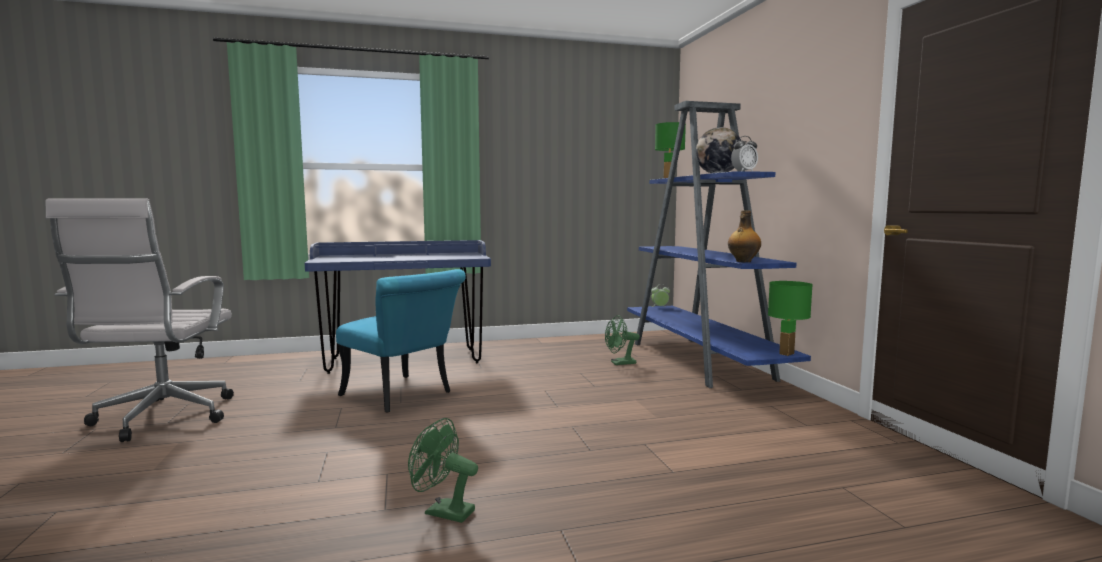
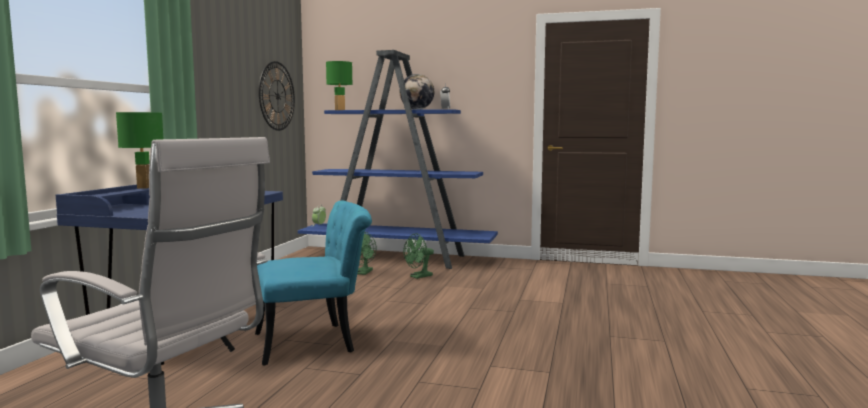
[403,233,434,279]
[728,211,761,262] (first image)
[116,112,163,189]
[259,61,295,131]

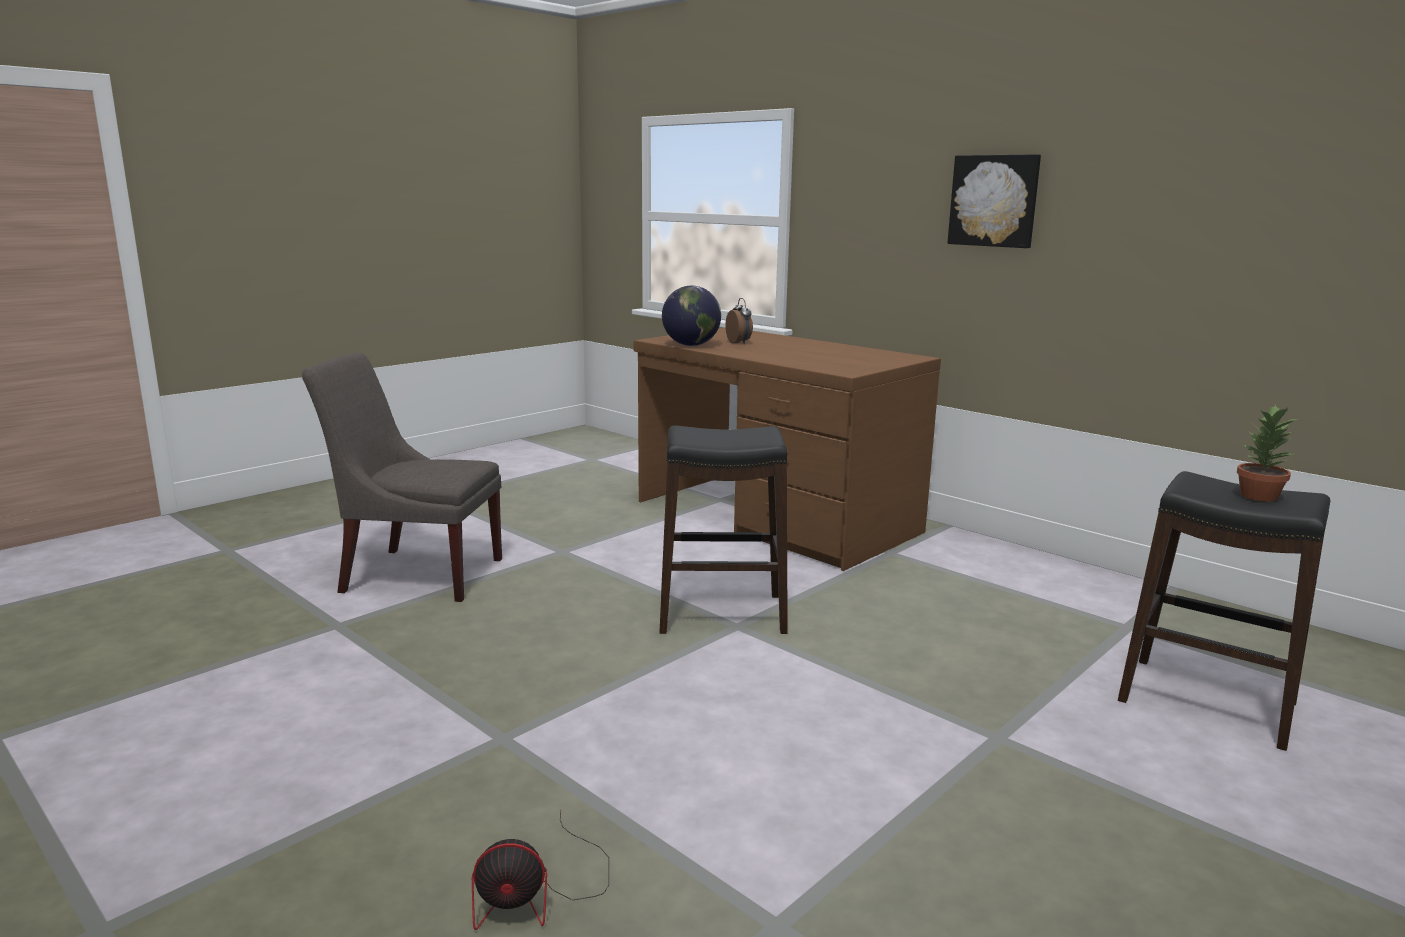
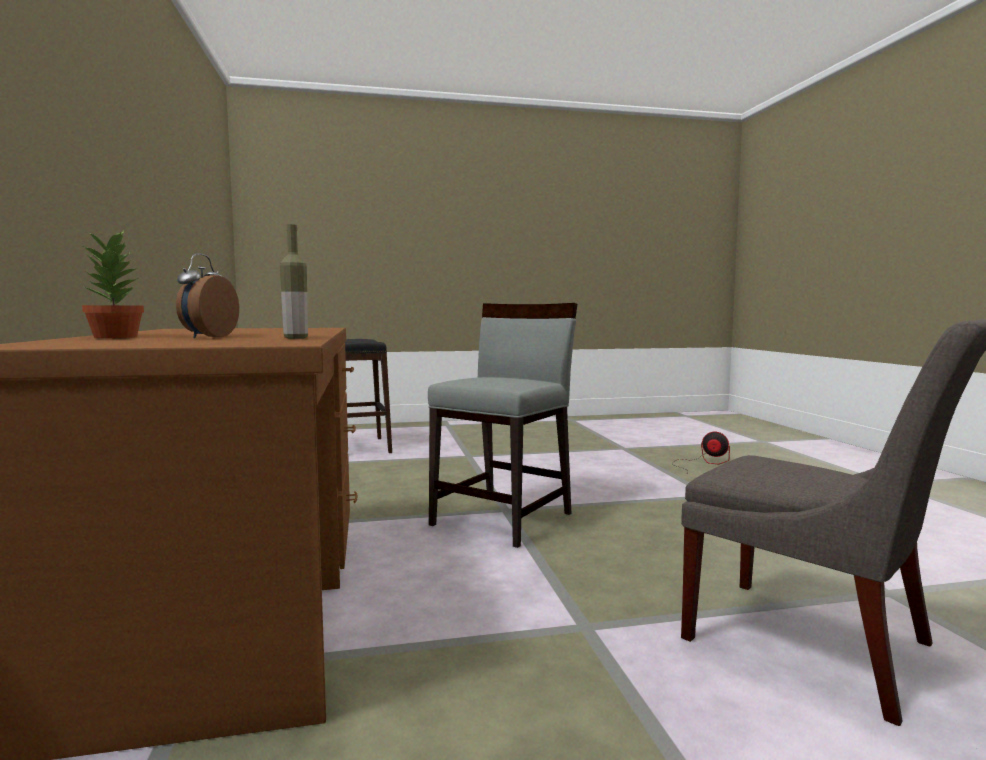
[428,303,577,548]
[280,224,308,339]
[947,154,1041,248] (first image)
[80,231,144,338]

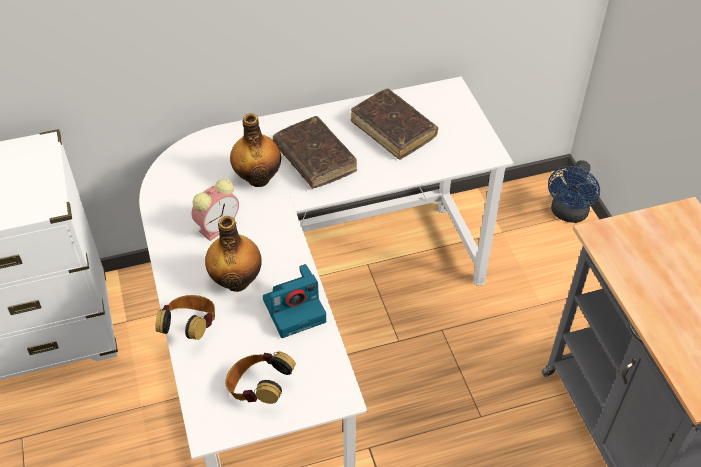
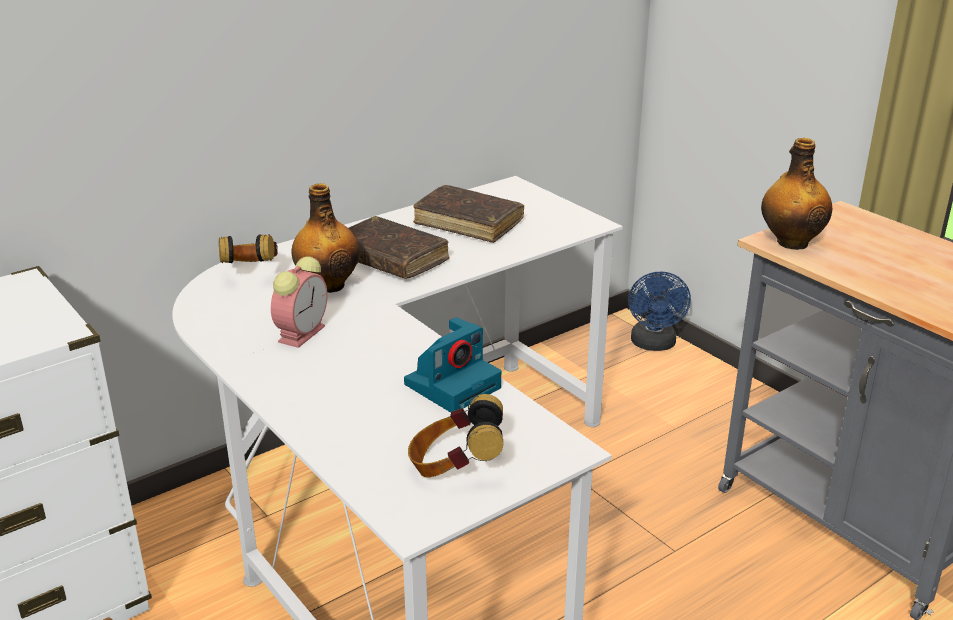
[219,234,278,264]
[761,138,832,250]

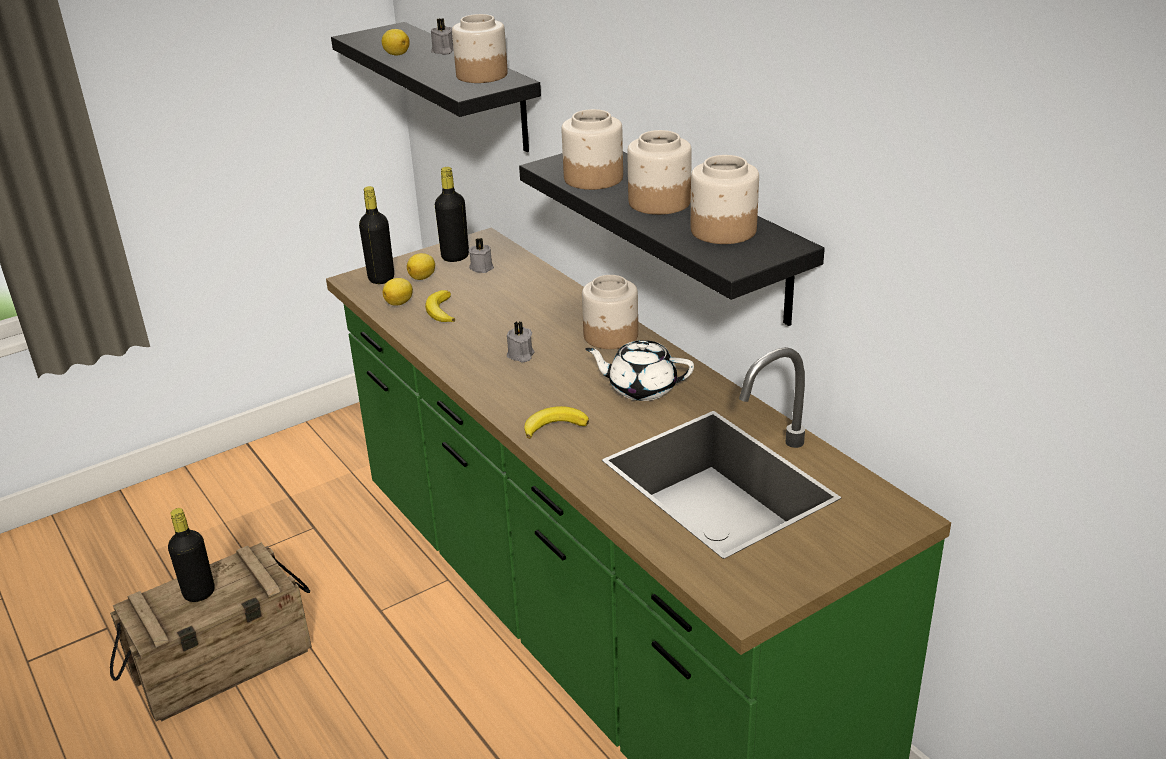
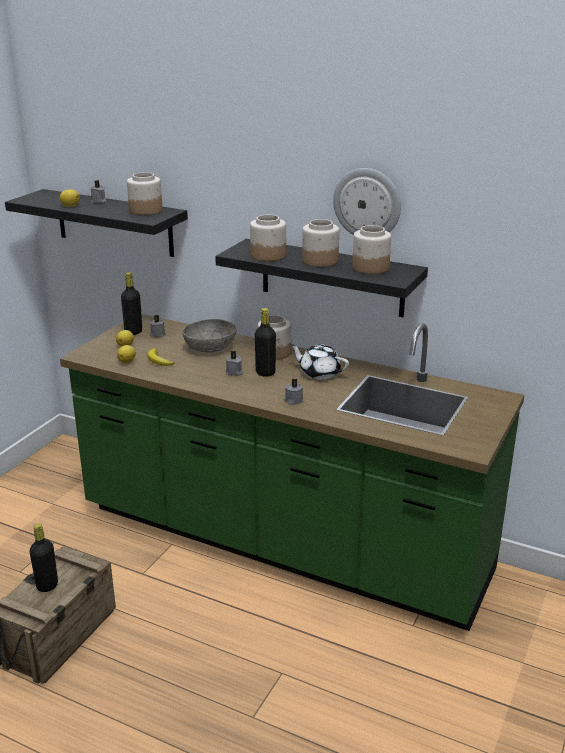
[255,308,276,377]
[284,379,304,405]
[290,344,349,380]
[182,319,237,353]
[333,168,401,235]

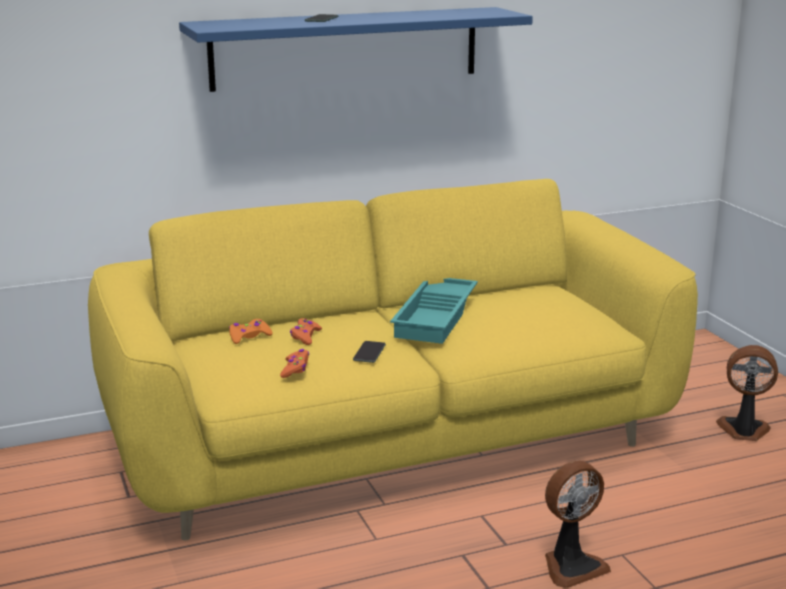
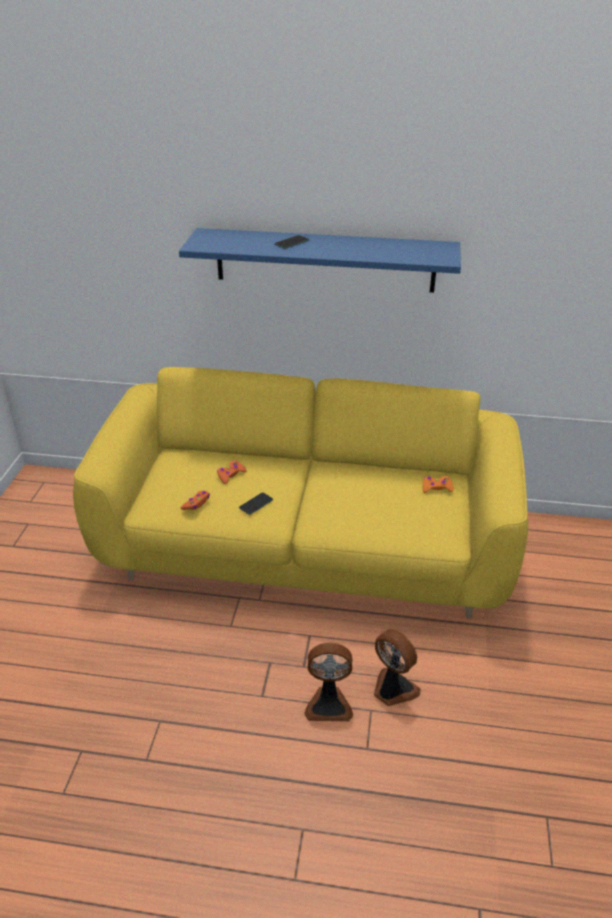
[423,476,454,493]
[390,278,478,344] (first image)
[374,629,421,706]

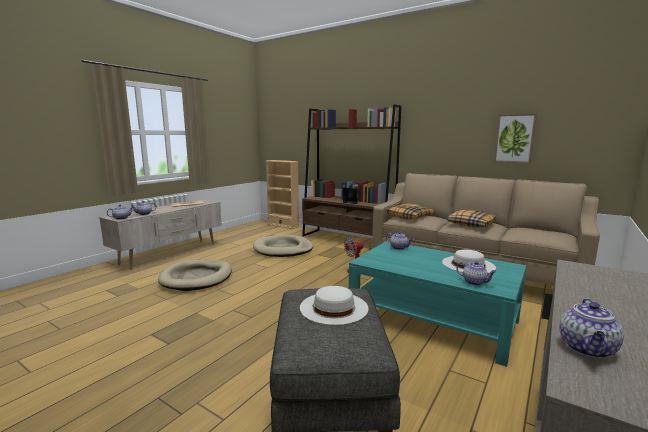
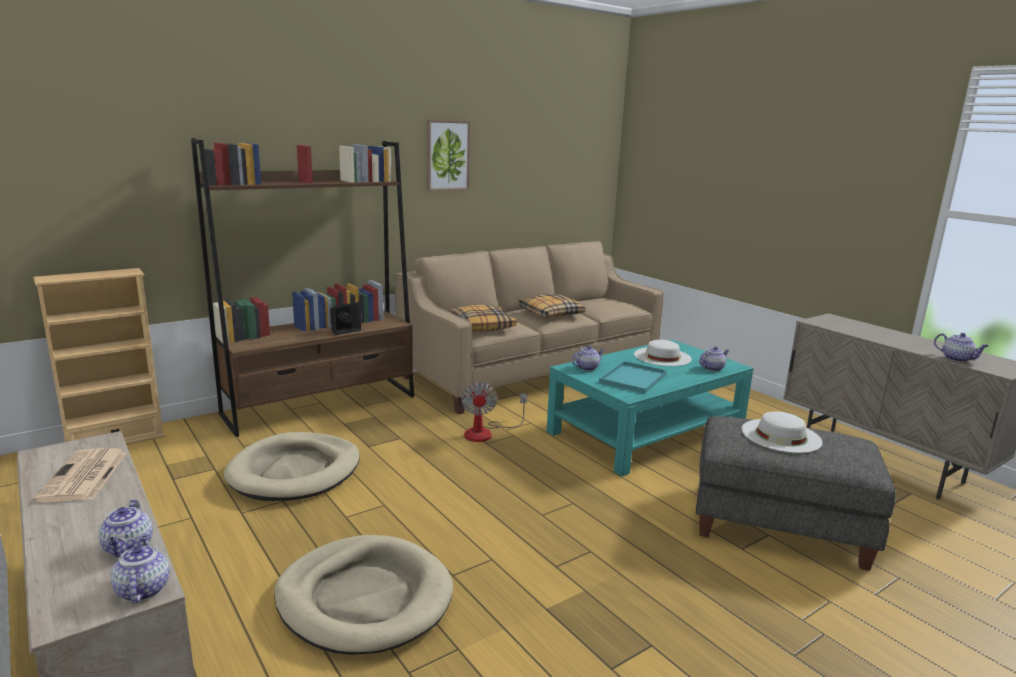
[427,119,471,192]
[599,361,667,394]

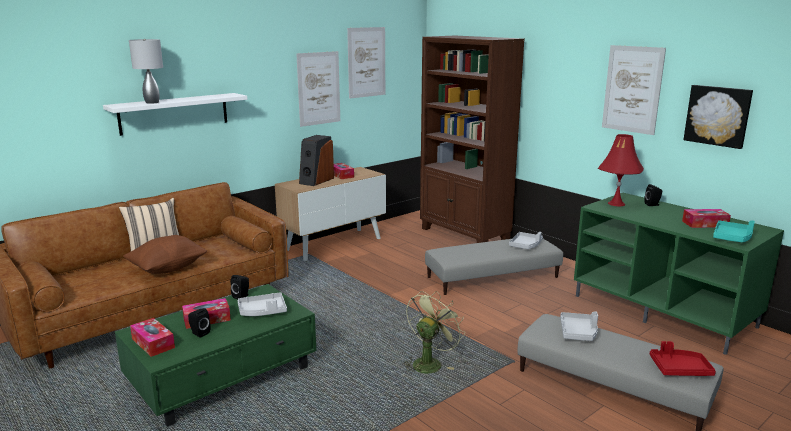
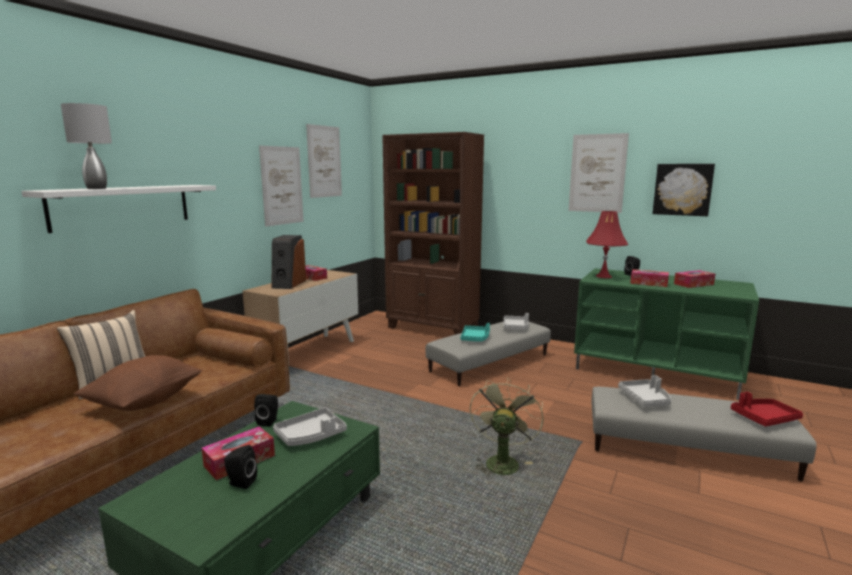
[630,269,669,287]
[461,323,490,342]

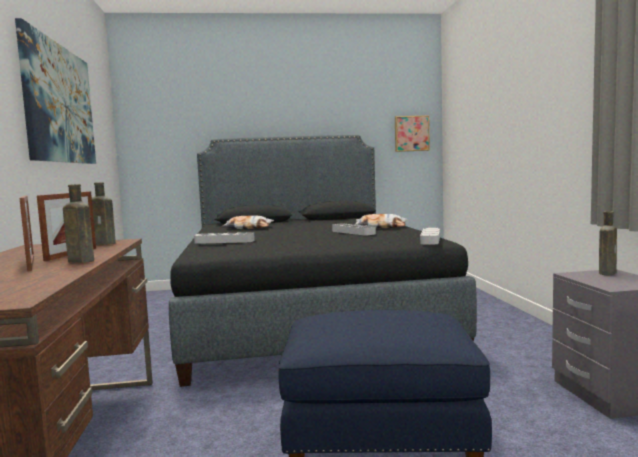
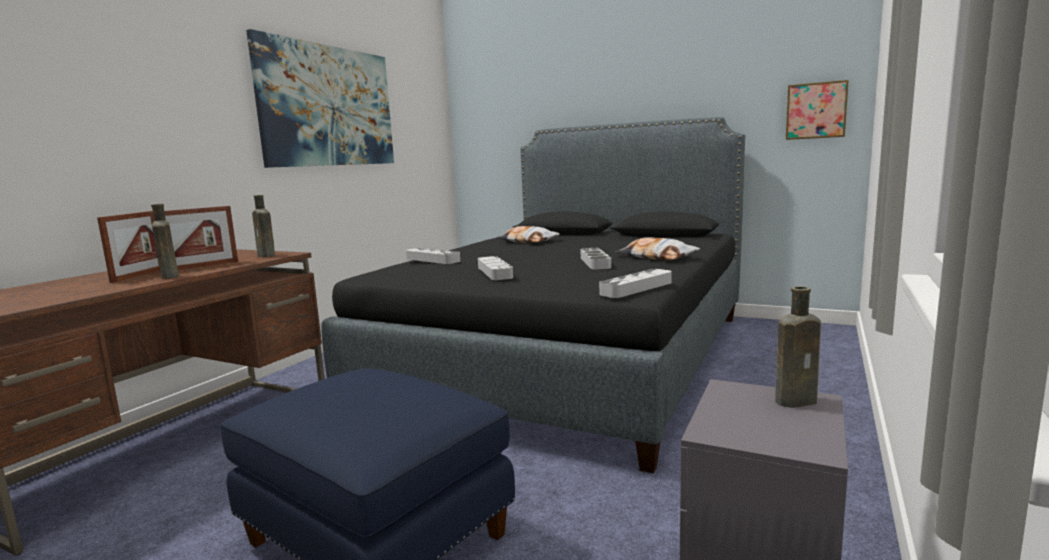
[478,256,513,280]

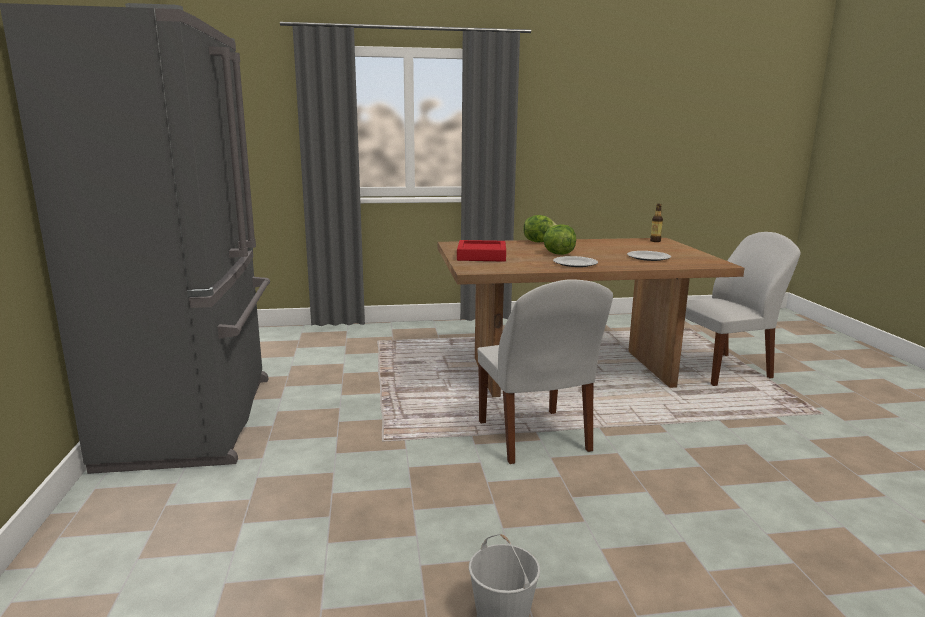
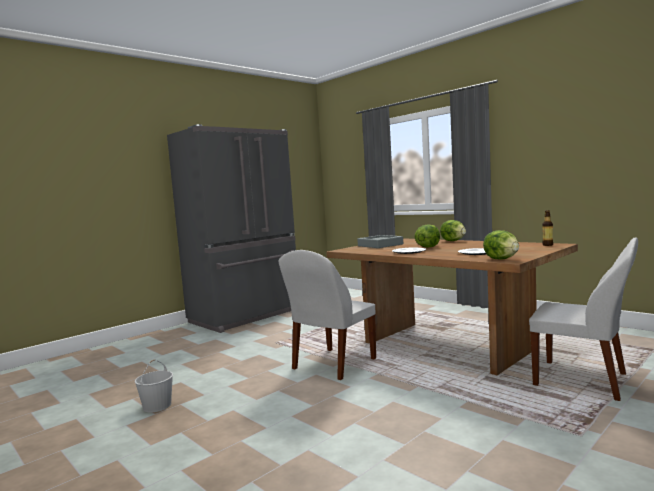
[357,235,403,248]
[483,230,519,259]

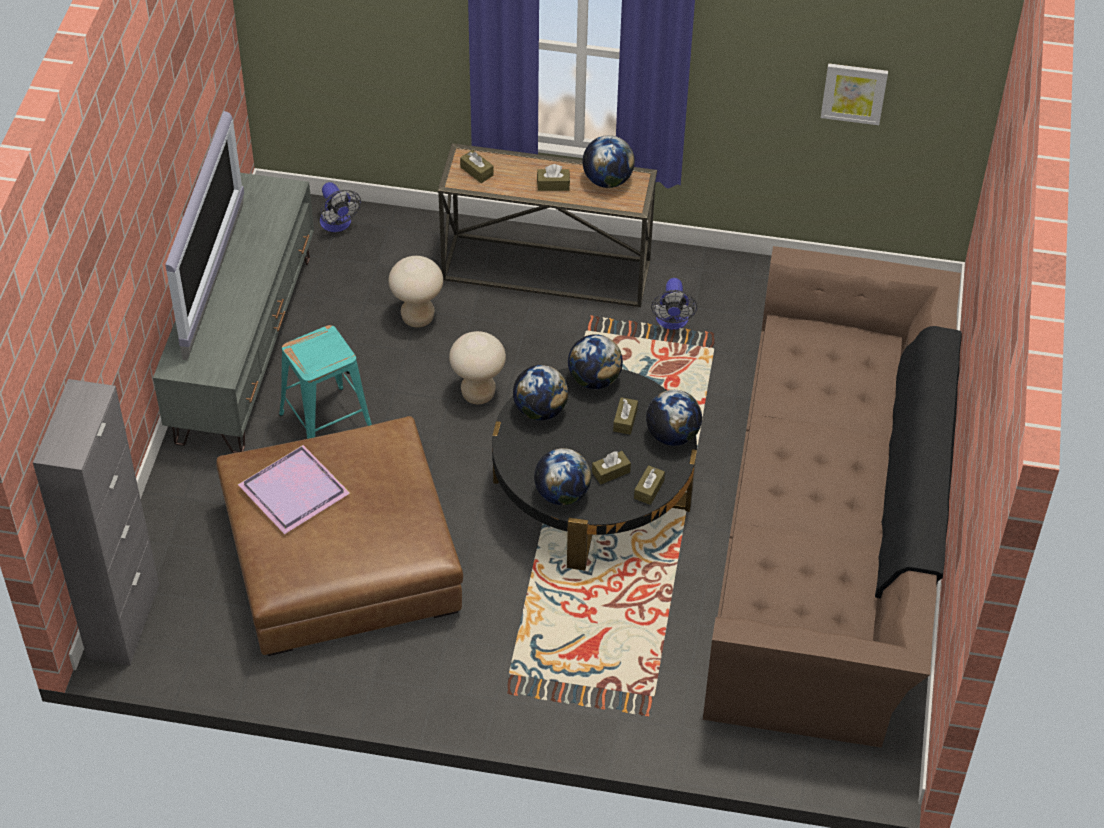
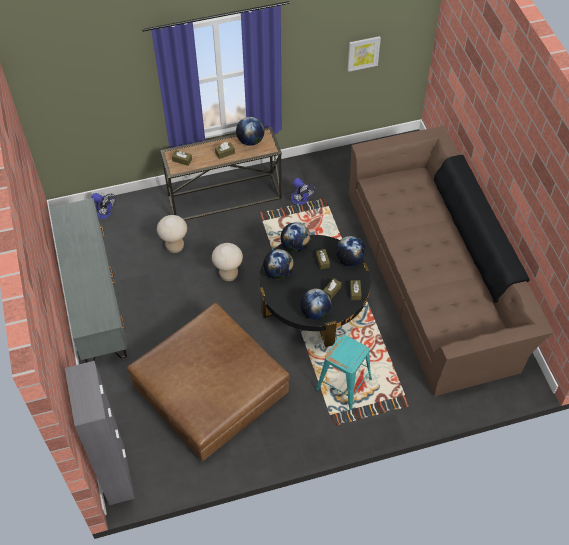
[165,111,244,360] (first image)
[238,445,350,534] (first image)
[316,334,372,410]

